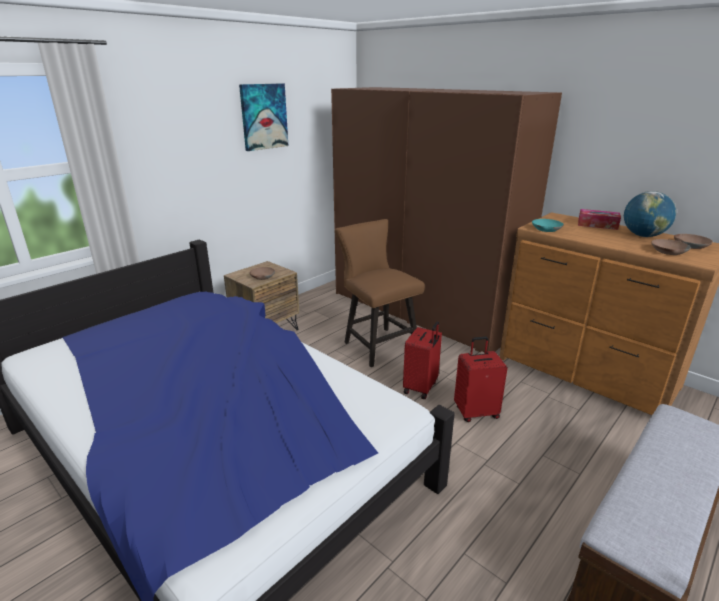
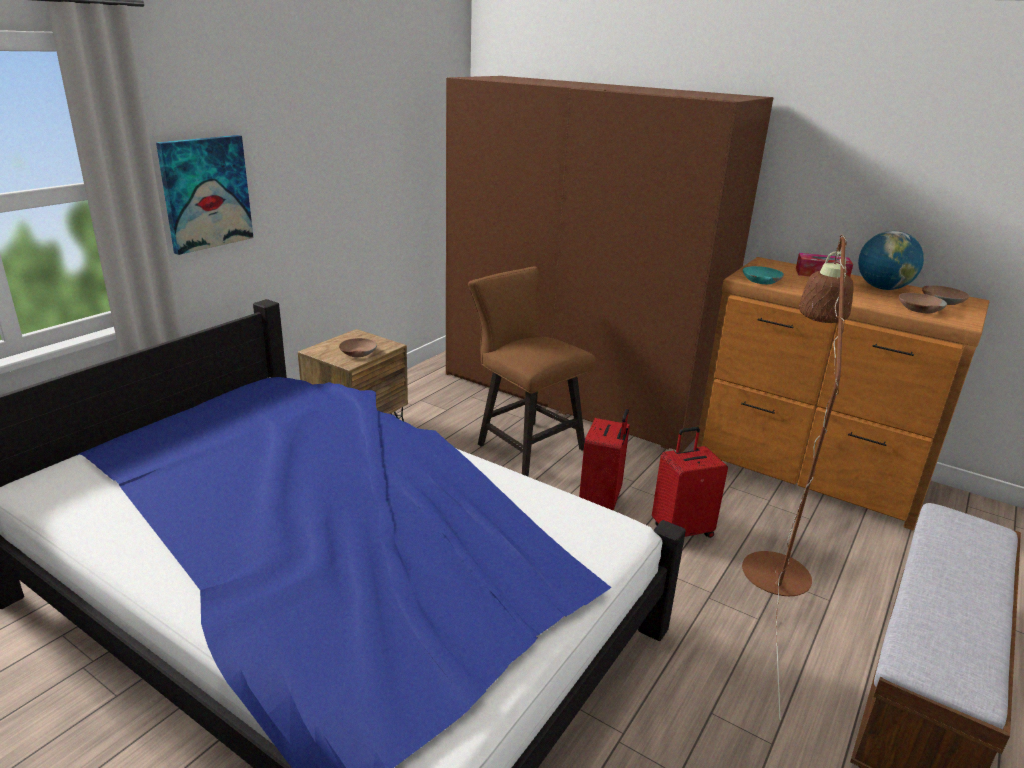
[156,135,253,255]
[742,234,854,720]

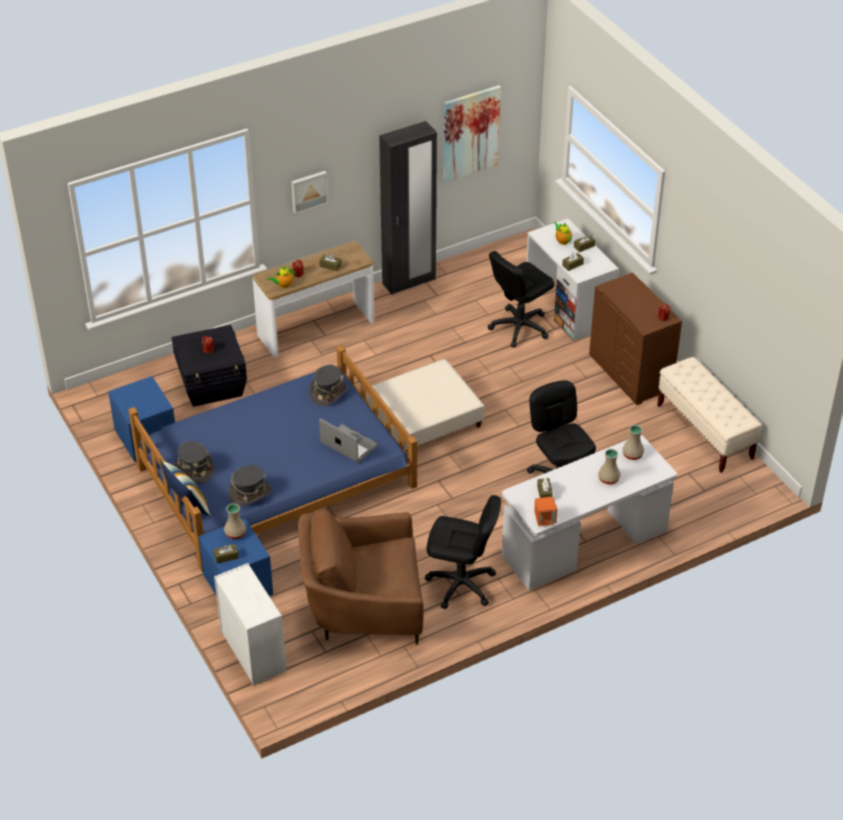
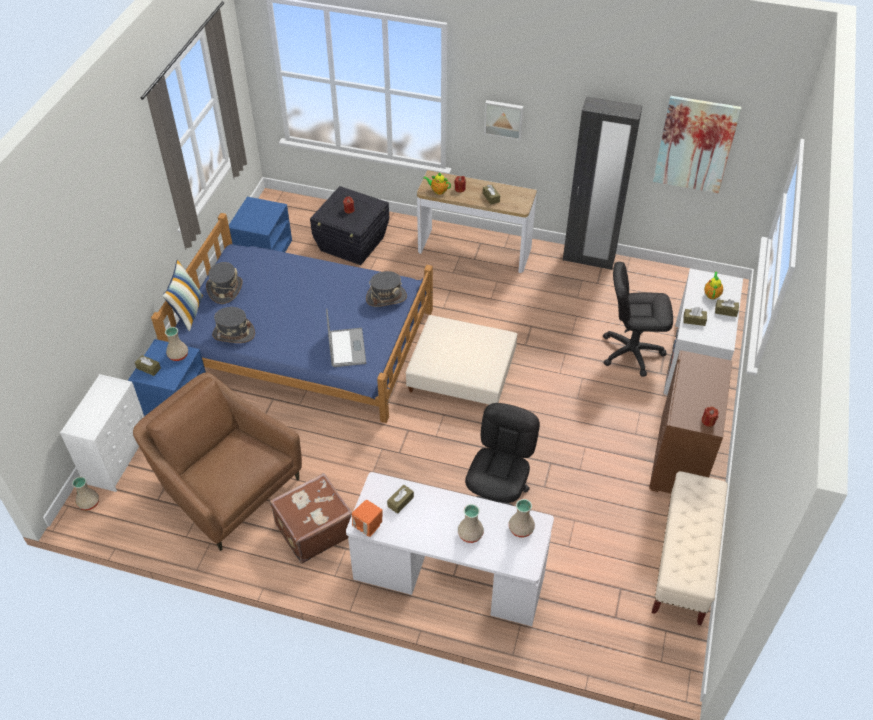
[270,473,352,564]
[72,477,99,511]

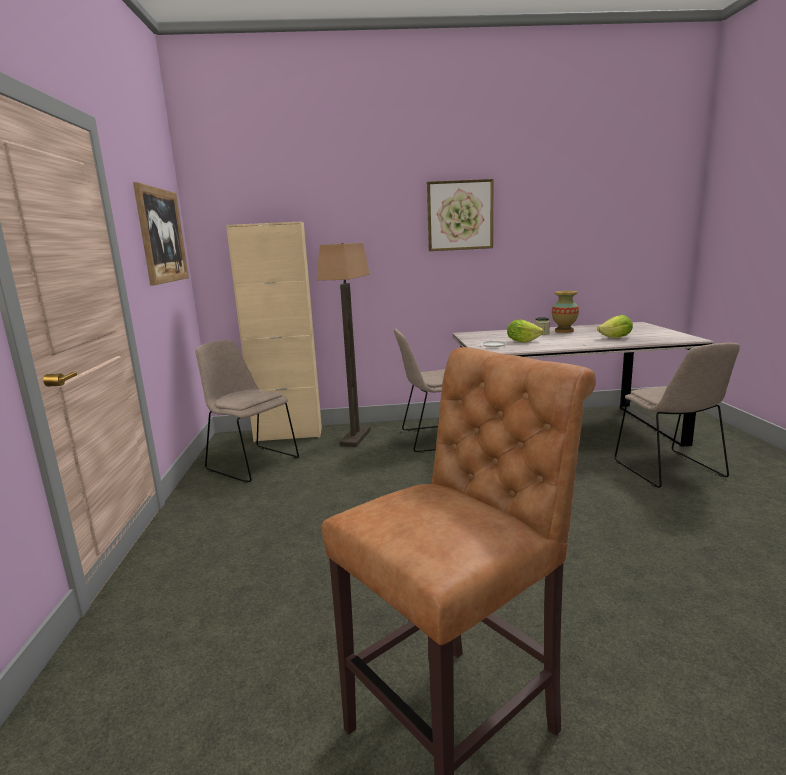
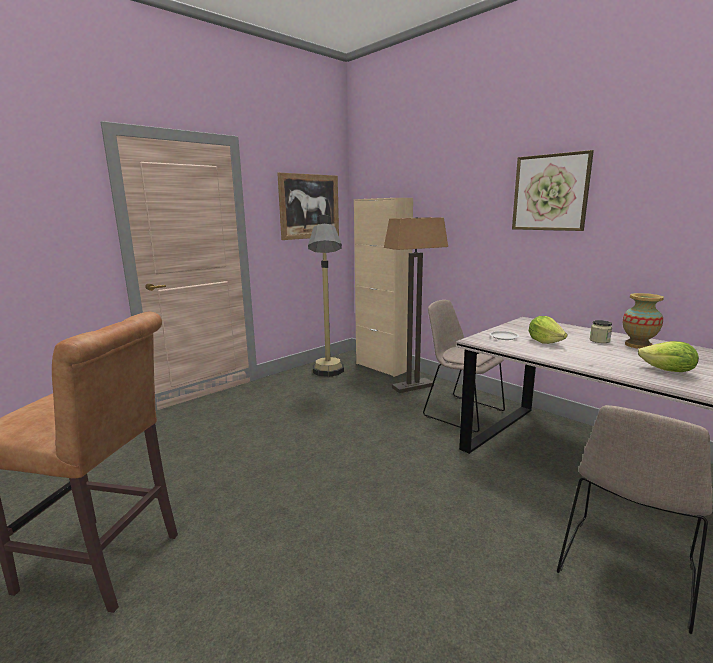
[308,215,344,377]

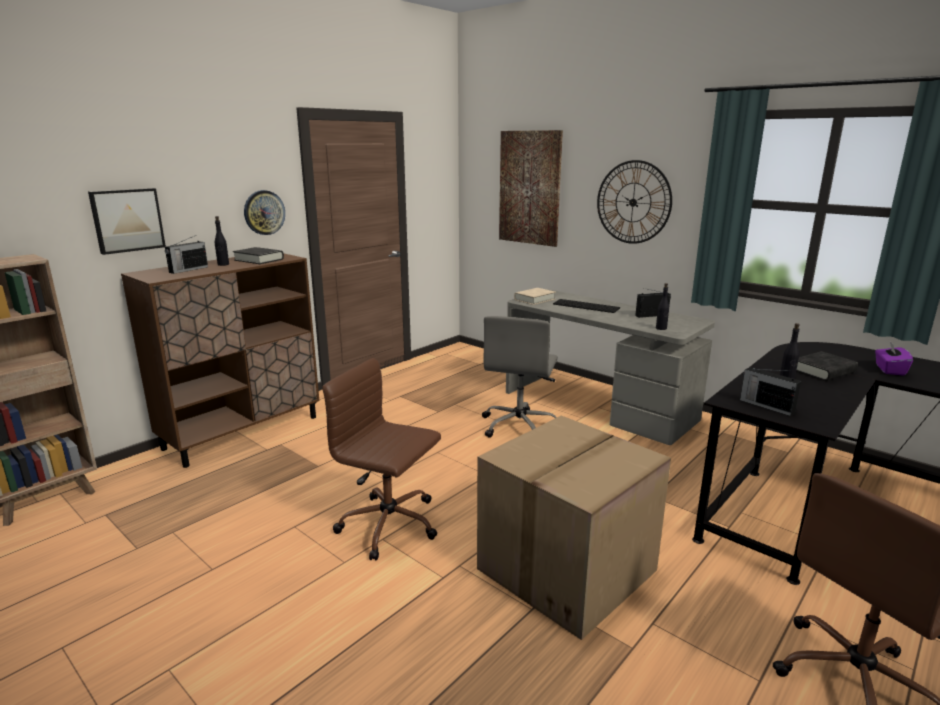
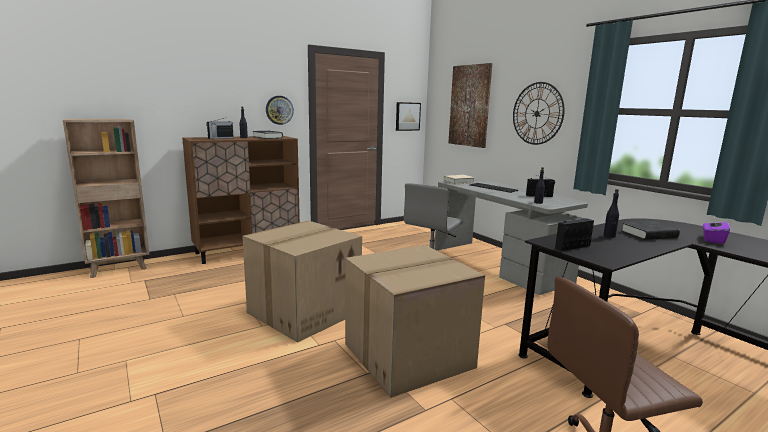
[396,102,421,131]
[242,221,362,342]
[555,215,594,251]

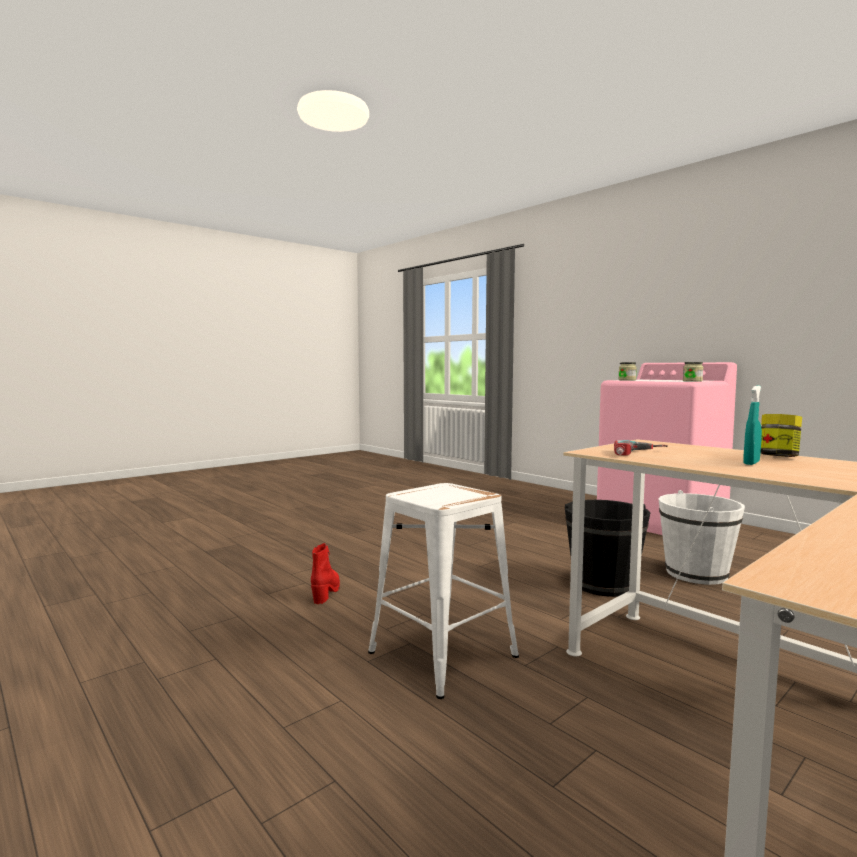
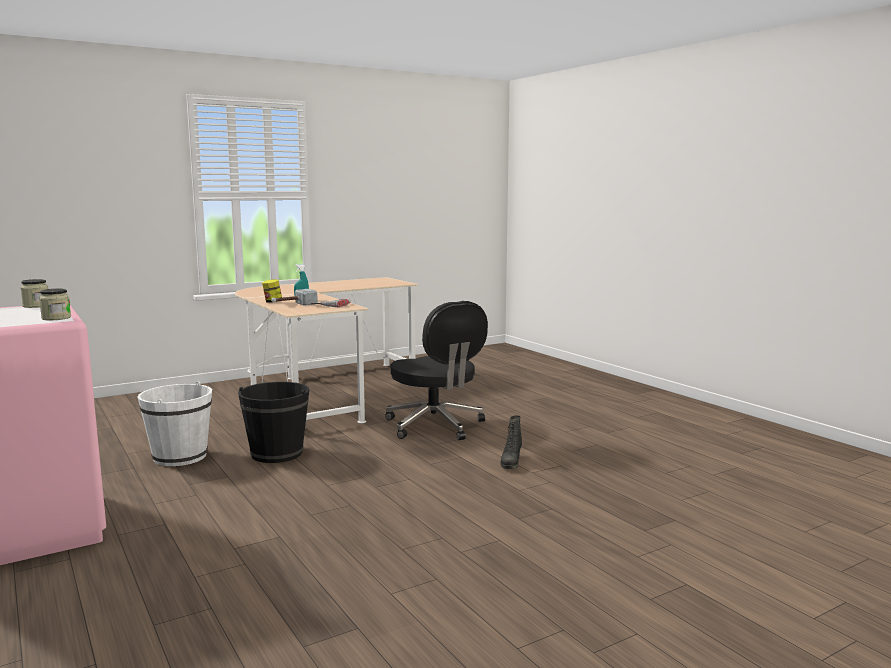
[500,415,522,469]
[385,301,488,440]
[271,289,318,306]

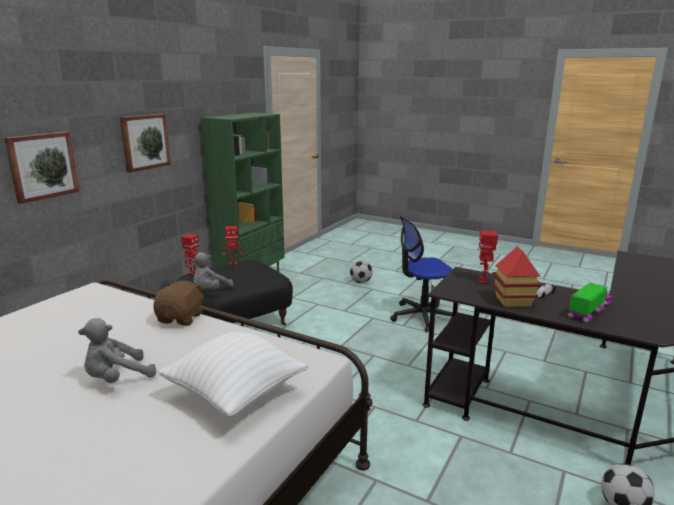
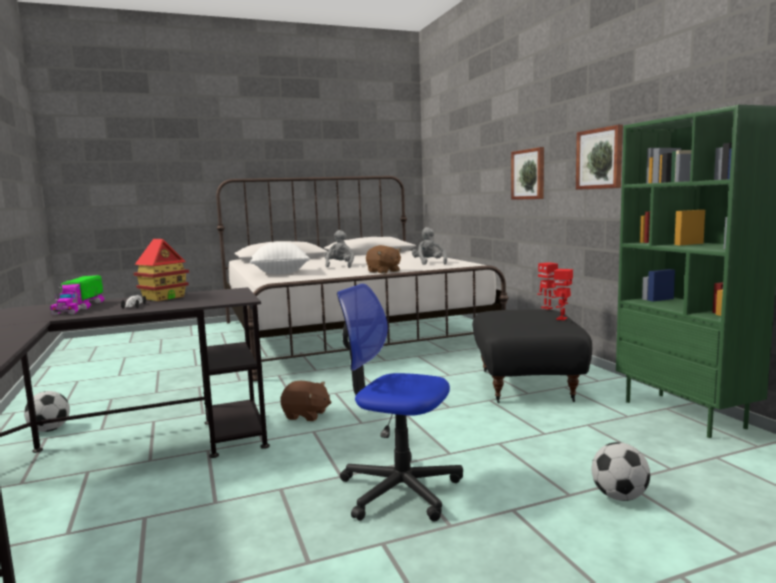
[412,227,447,265]
[337,284,463,521]
[478,230,498,284] (first image)
[280,381,331,421]

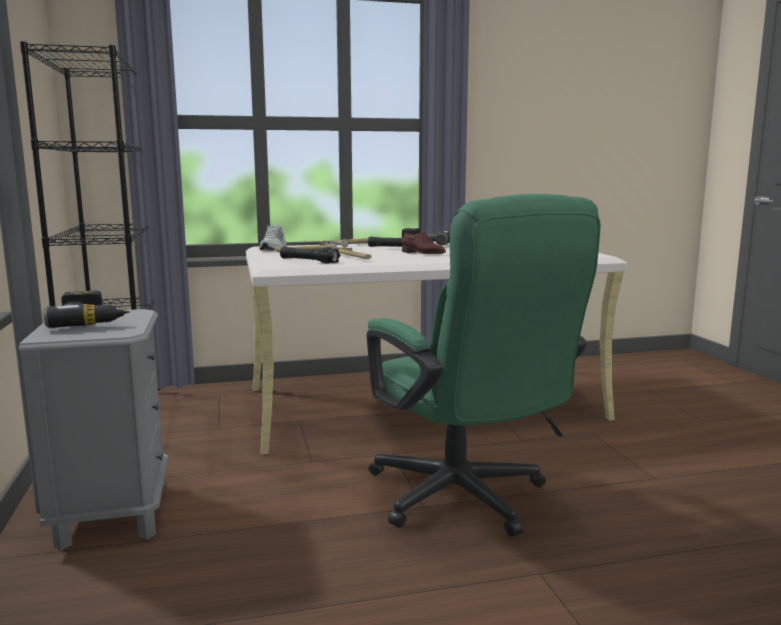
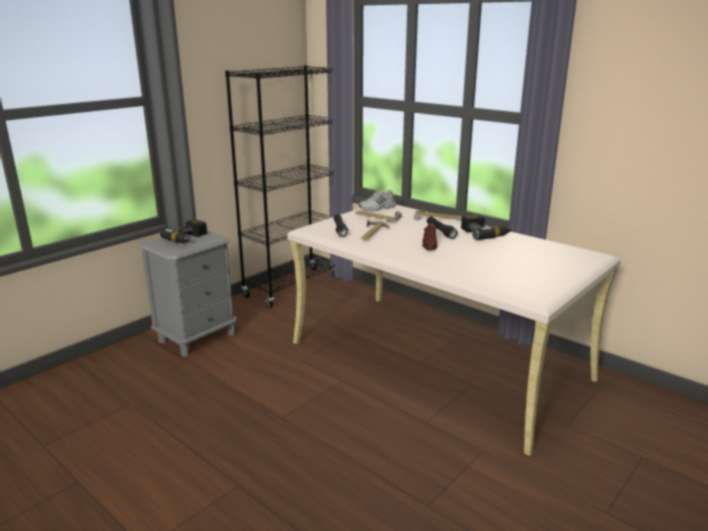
[366,194,601,537] (first image)

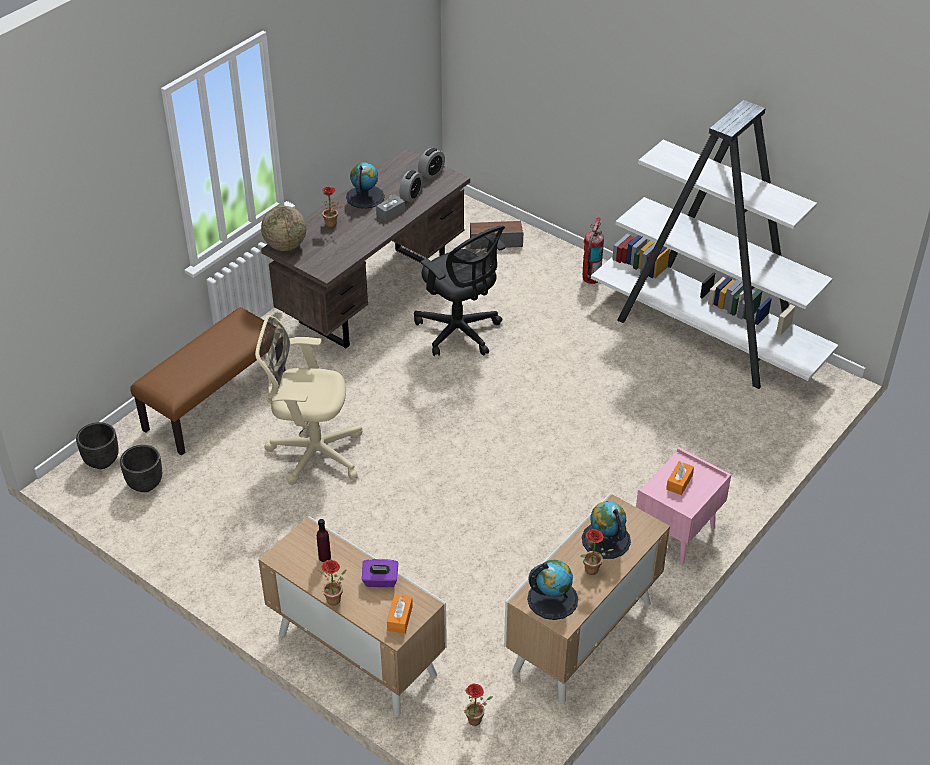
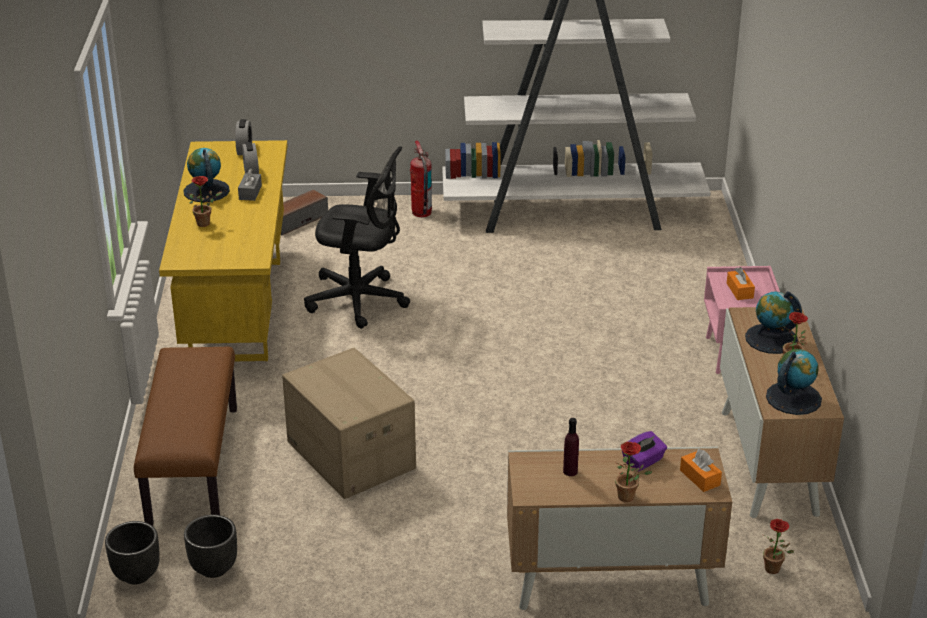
[282,348,416,499]
[159,140,288,361]
[261,206,306,251] (first image)

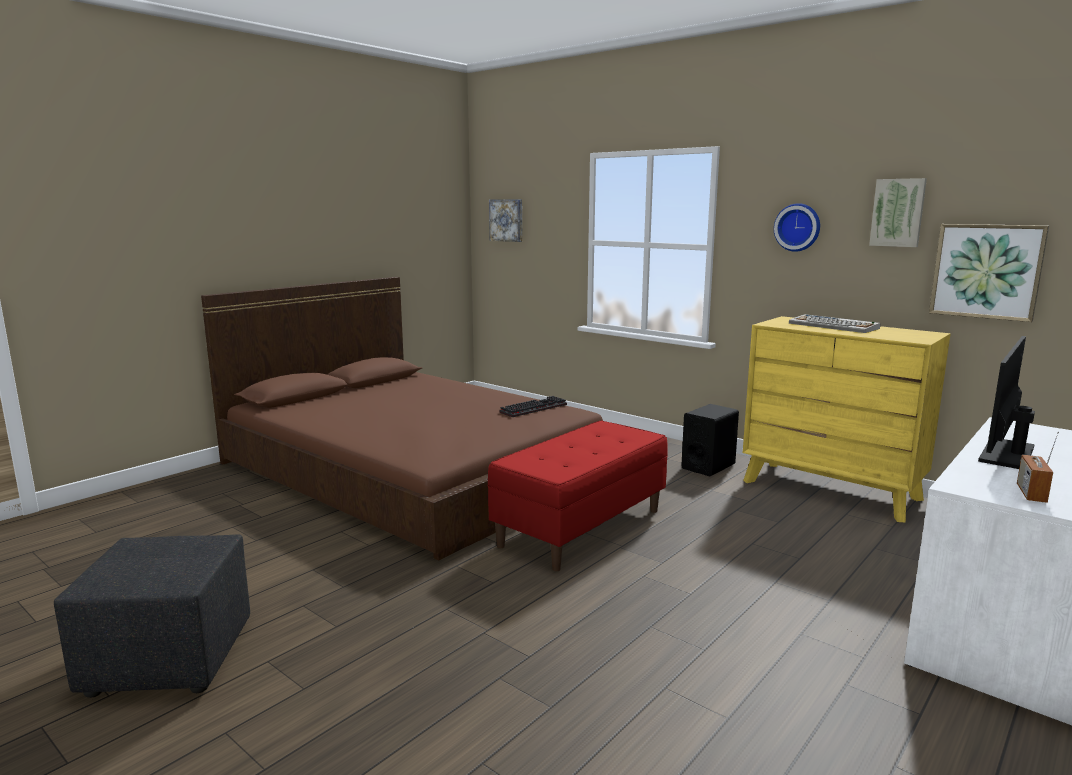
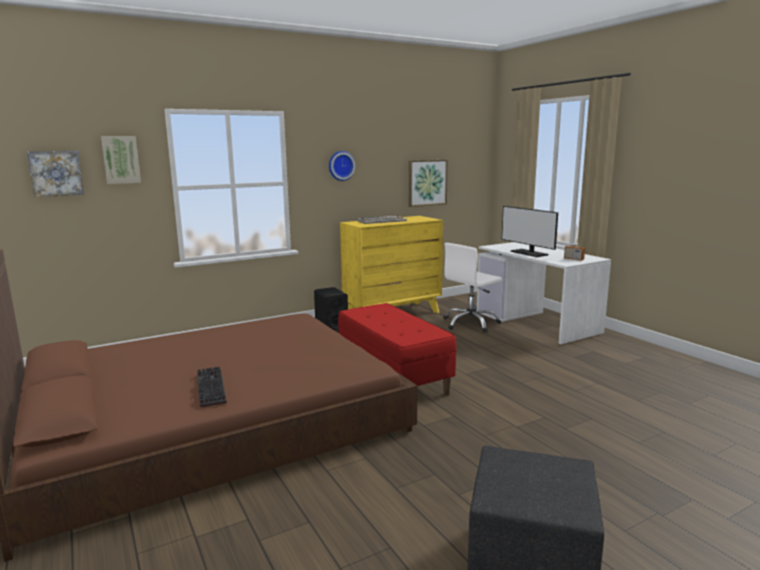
[197,367,227,407]
[101,136,141,184]
[444,243,502,333]

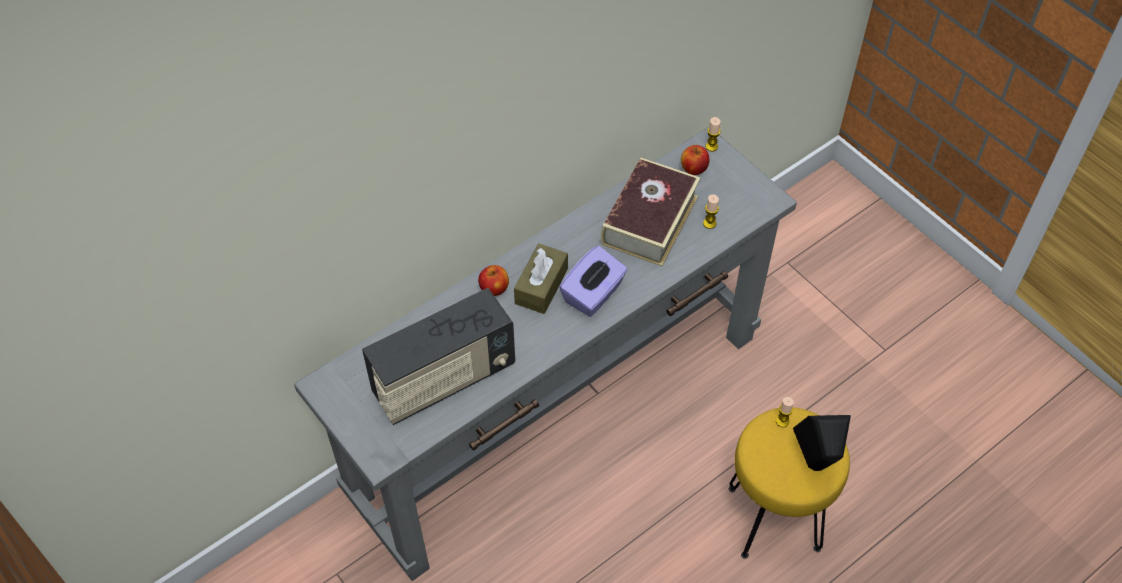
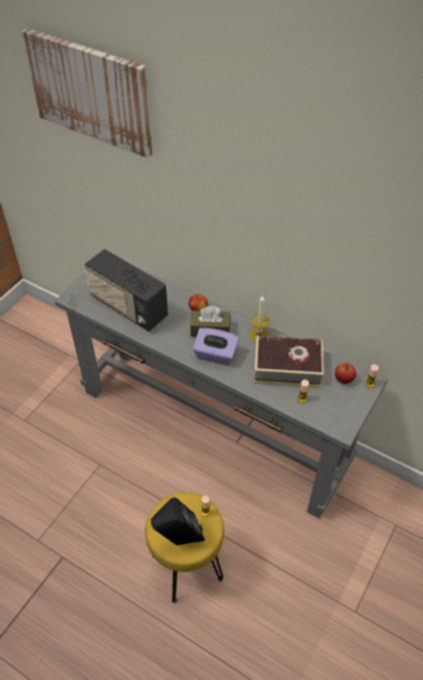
[22,28,152,158]
[249,295,270,342]

